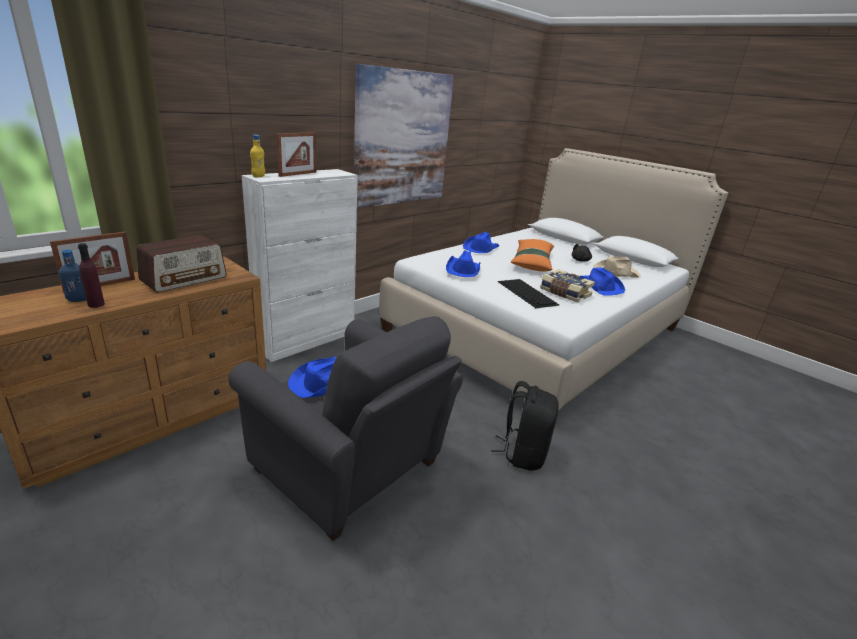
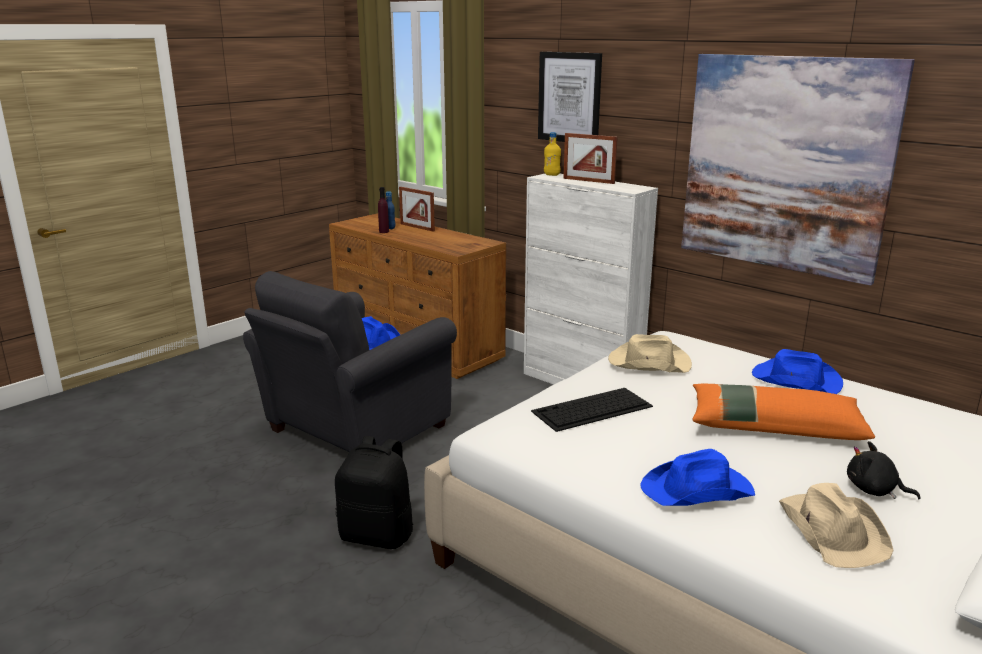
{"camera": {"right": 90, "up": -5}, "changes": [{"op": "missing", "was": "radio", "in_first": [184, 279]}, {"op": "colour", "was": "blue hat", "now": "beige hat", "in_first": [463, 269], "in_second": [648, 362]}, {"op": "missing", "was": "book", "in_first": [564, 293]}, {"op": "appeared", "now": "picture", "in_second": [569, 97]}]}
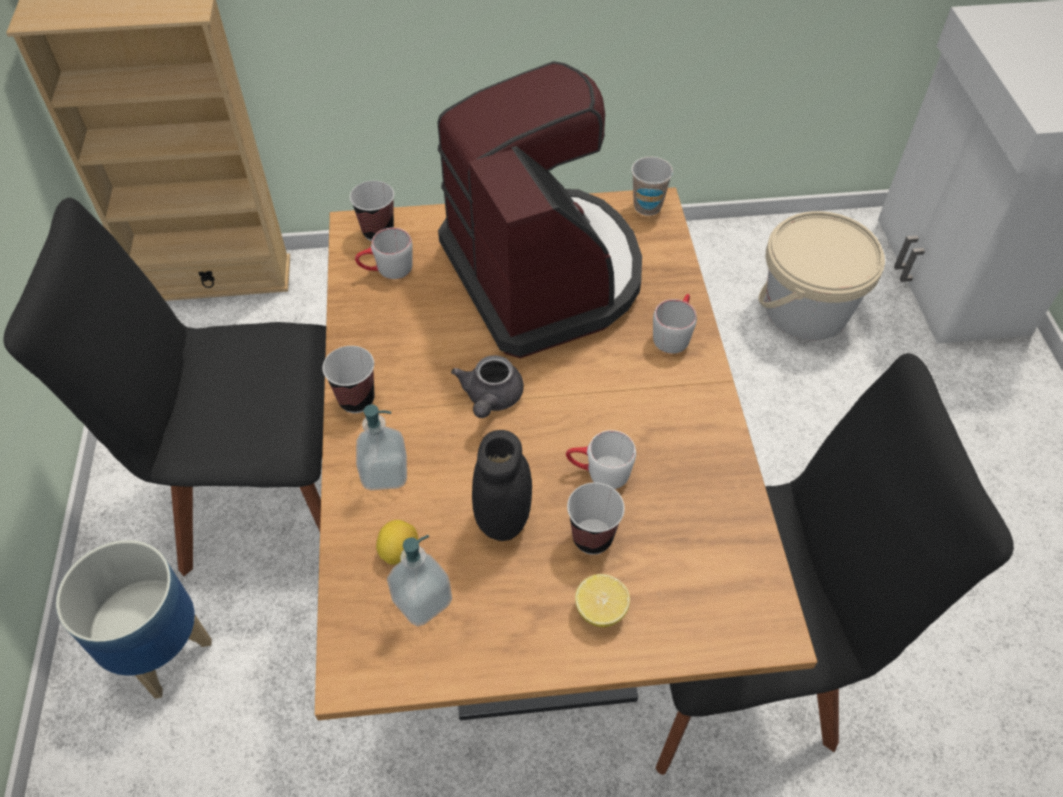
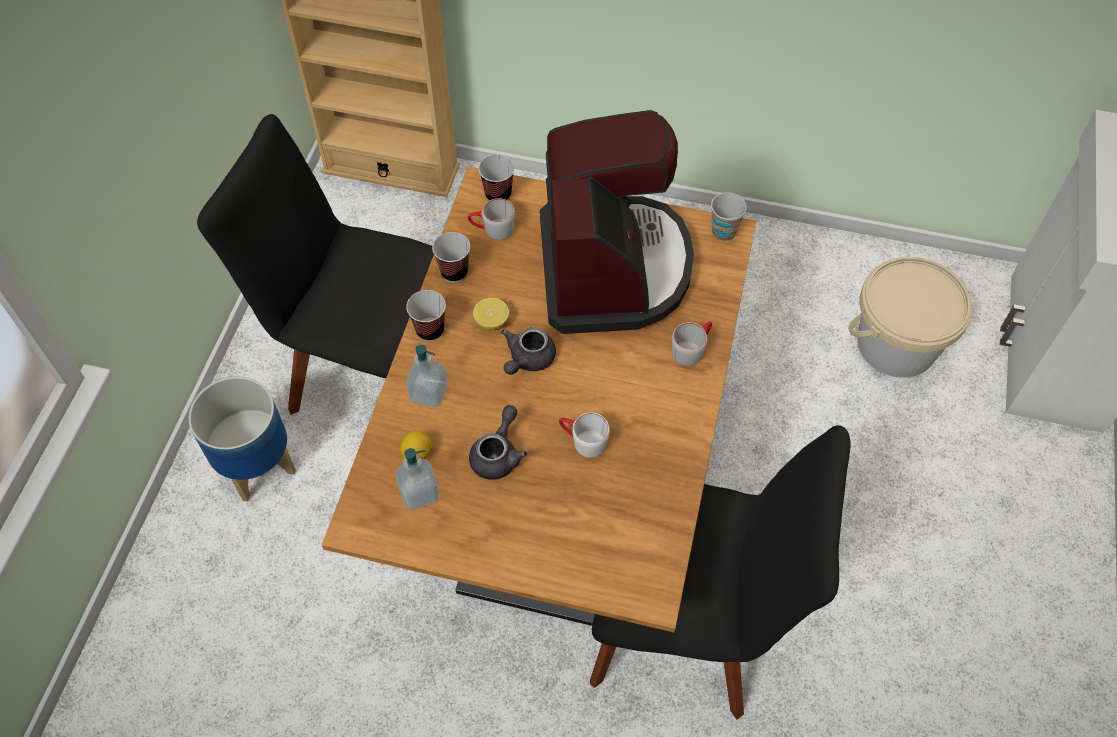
{"camera": {"right": 20, "up": 5}, "changes": [{"op": "exchanged", "was": "black jar", "now": "grey teapot", "in_first": [503, 520], "in_second": [498, 454]}, {"op": "relocated", "was": "cup", "in_first": [592, 538], "in_second": [454, 272]}, {"op": "relocated", "was": "lemon", "in_first": [601, 609], "in_second": [491, 321]}]}
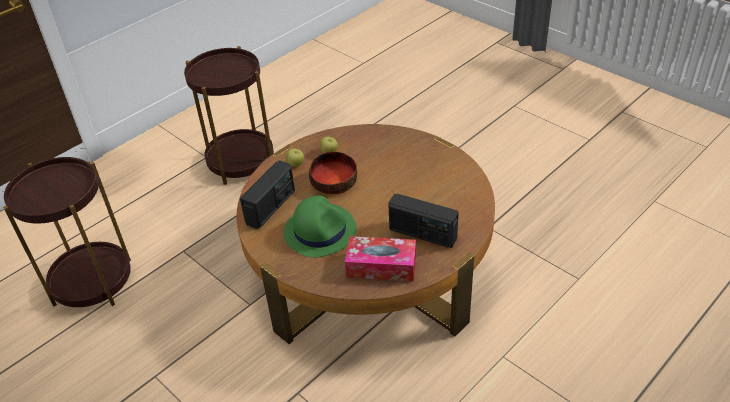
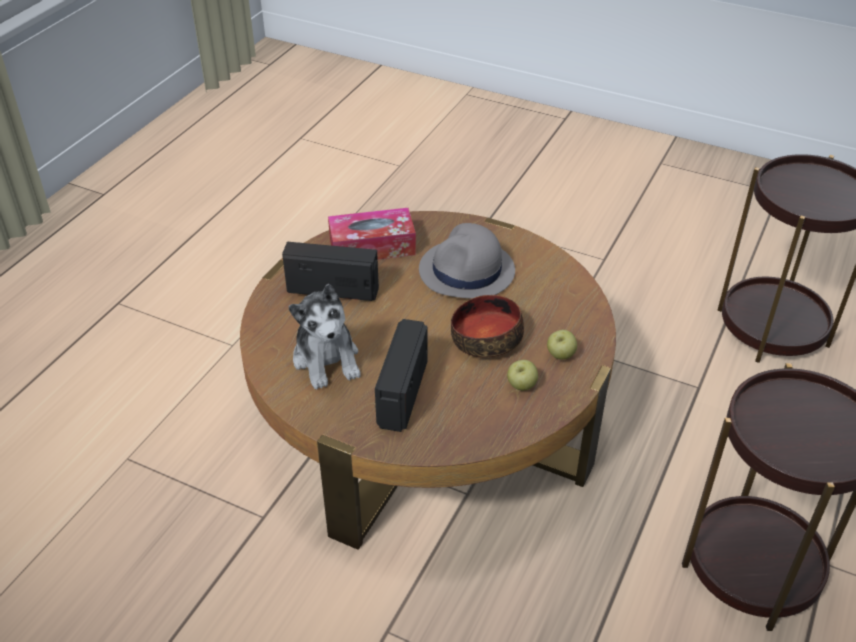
{"camera": {"right": 160, "up": 0}, "changes": [{"op": "relocated", "was": "radio", "in_first": [271, 207], "in_second": [401, 393]}, {"op": "colour", "was": "green hat", "now": "grey hat", "in_first": [320, 230], "in_second": [467, 271]}, {"op": "appeared", "now": "plush toy", "in_second": [327, 359]}]}
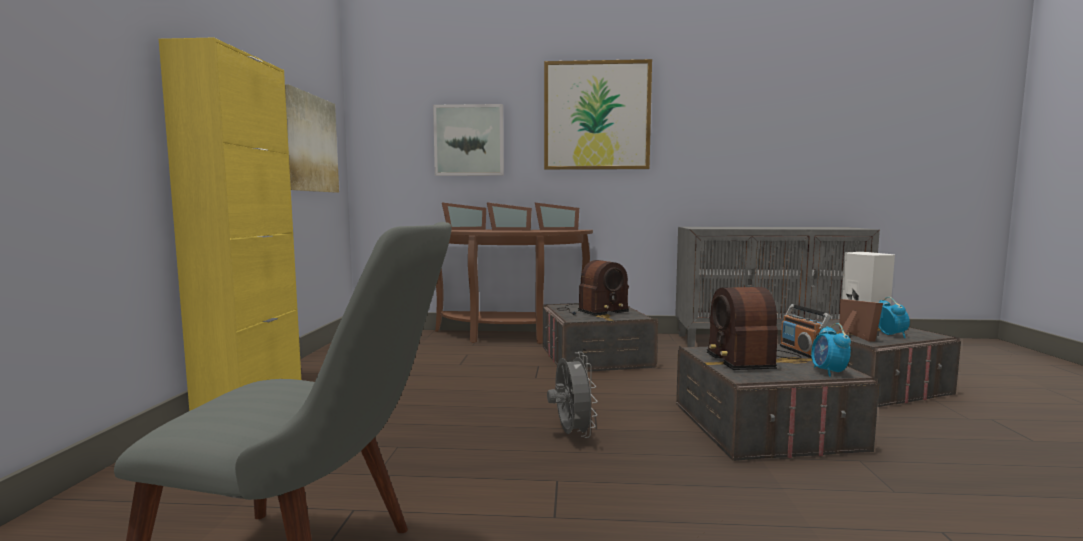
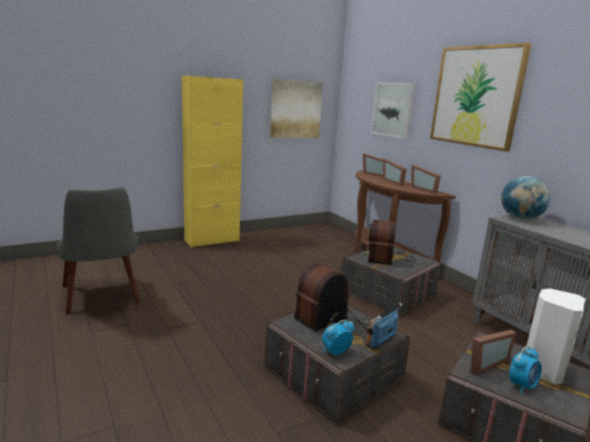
{"camera": {"right": 55, "up": 10}, "changes": [{"op": "spun", "was": "radio", "in_first": [591, 311], "in_second": [388, 258], "clockwise": 75}, {"op": "missing", "was": "grey fan", "in_first": [571, 434]}, {"op": "appeared", "now": "globe", "in_second": [520, 218]}]}
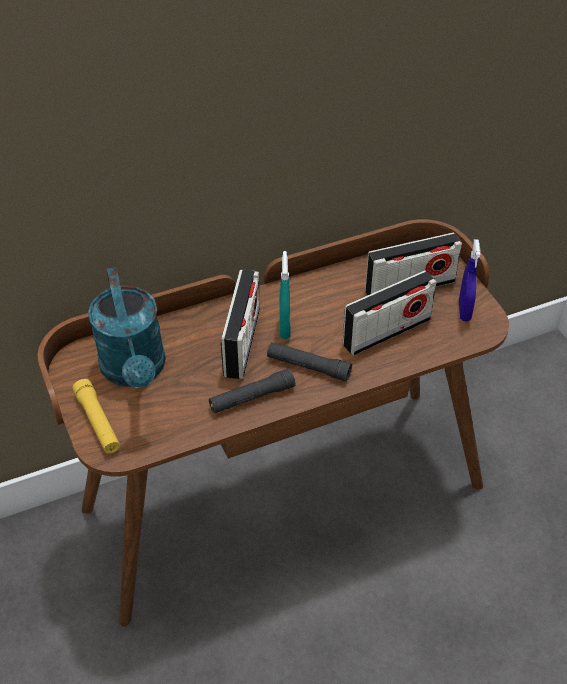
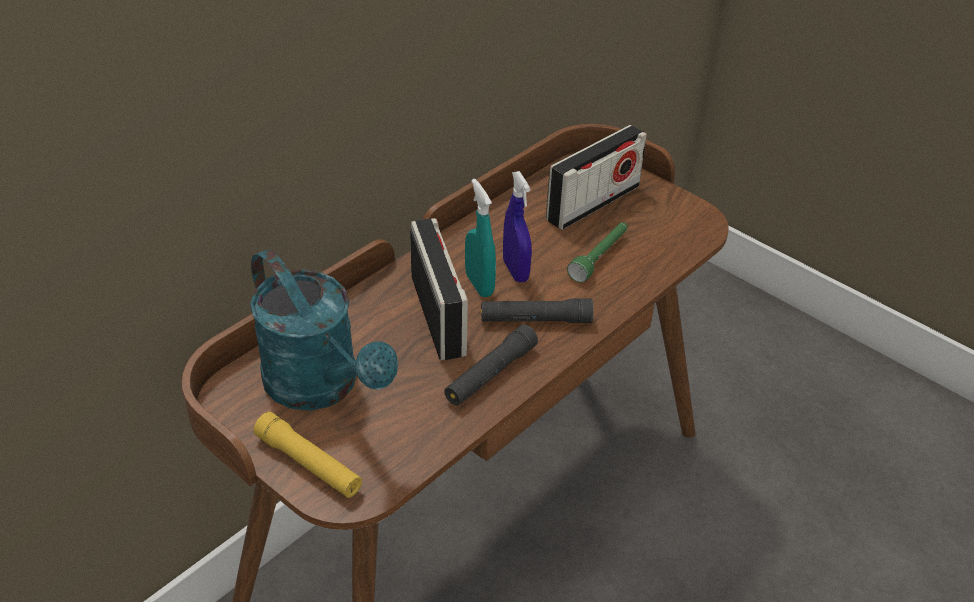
{"camera": {"right": -25, "up": -5}, "changes": [{"op": "relocated", "was": "blue spray bottle", "in_first": [464, 311], "in_second": [515, 271]}, {"op": "exchanged", "was": "radio", "now": "green flashlight", "in_first": [386, 332], "in_second": [600, 257]}]}
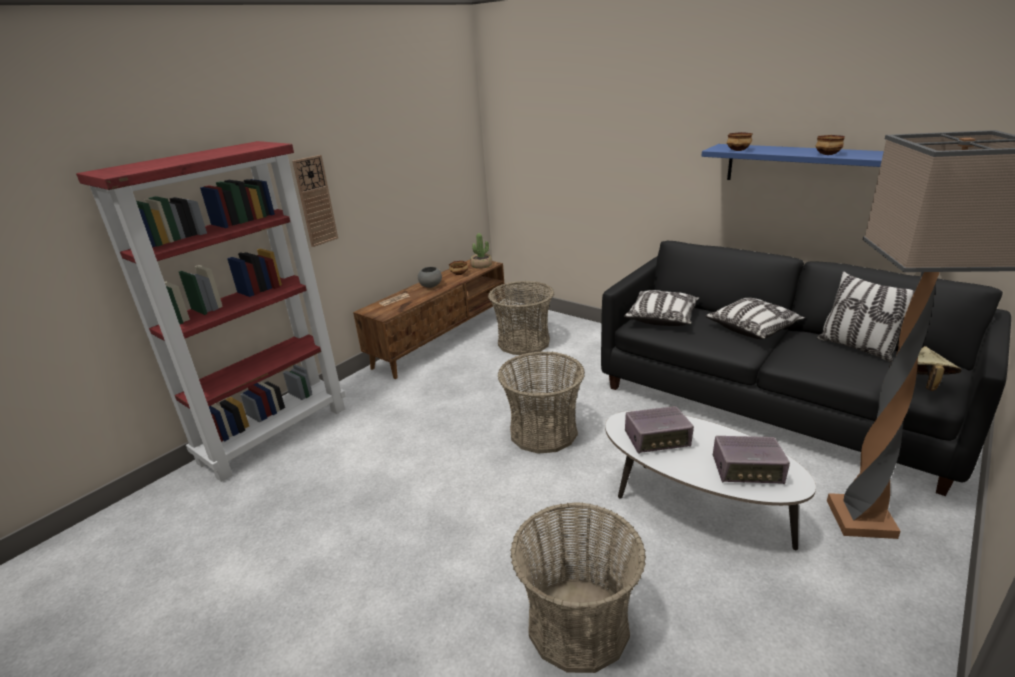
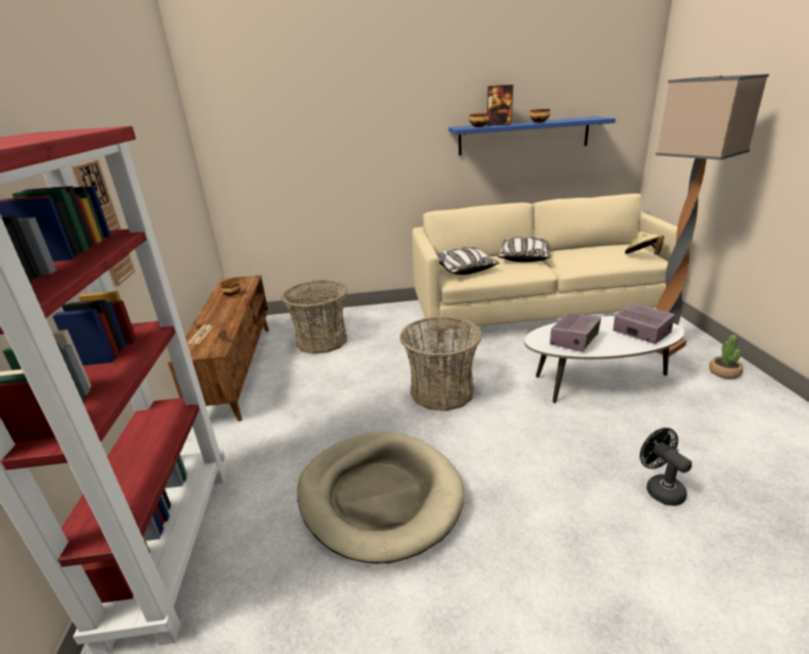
{"camera": {"right": -45, "up": 0}, "changes": [{"op": "relocated", "was": "potted plant", "in_first": [481, 265], "in_second": [724, 372]}, {"op": "colour", "was": "black sofa", "now": "beige sofa", "in_first": [772, 403], "in_second": [537, 310]}, {"op": "missing", "was": "grey bowl", "in_first": [430, 286]}, {"op": "missing", "was": "pillow", "in_first": [857, 347]}, {"op": "spun", "was": "radio", "in_first": [747, 470], "in_second": [641, 332], "clockwise": -90}, {"op": "exchanged", "was": "basket", "now": "black fan", "in_first": [578, 625], "in_second": [659, 488]}, {"op": "appeared", "now": "picture frame", "in_second": [499, 124]}, {"op": "appeared", "now": "beige dog bed", "in_second": [379, 496]}]}
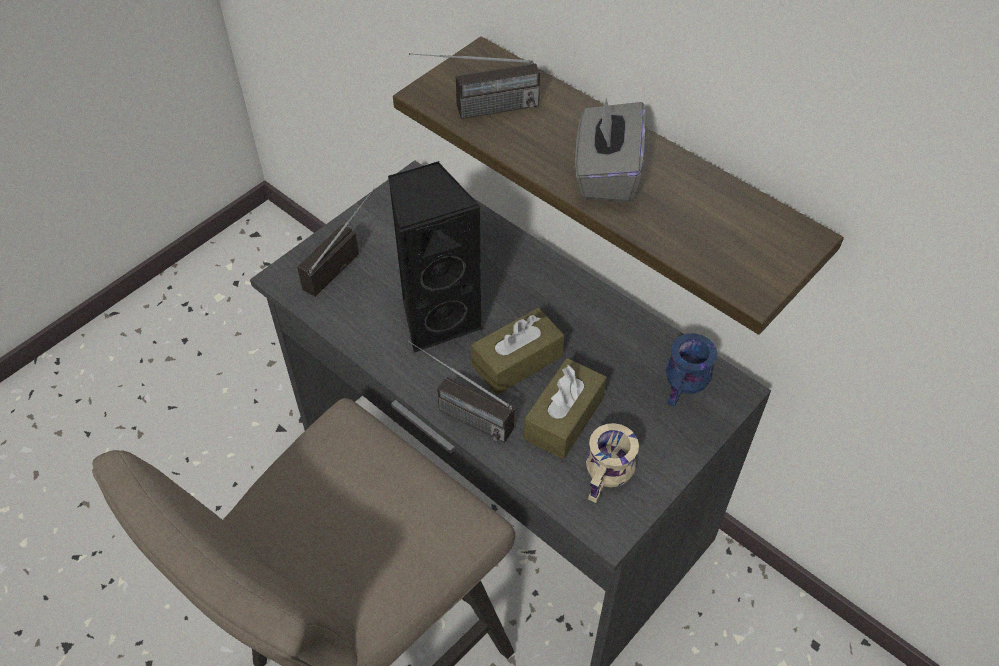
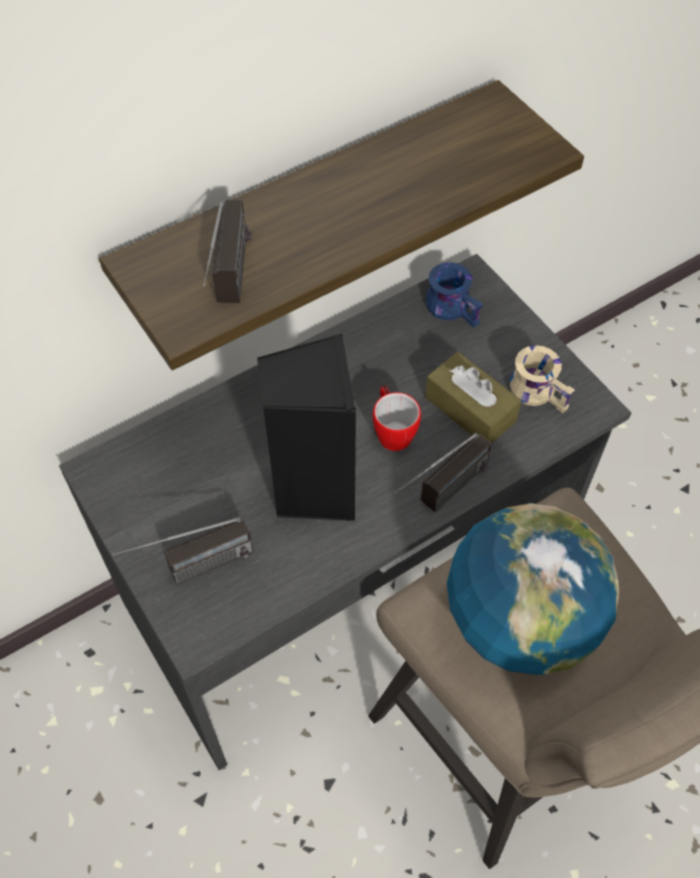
{"camera": {"right": -75, "up": 5}, "changes": [{"op": "missing", "was": "grey tissue box", "in_first": [606, 174]}, {"op": "spun", "was": "radio", "in_first": [341, 259], "in_second": [191, 571], "clockwise": -75}, {"op": "exchanged", "was": "brown tissue box", "now": "mug", "in_first": [517, 361], "in_second": [392, 431]}, {"op": "appeared", "now": "globe", "in_second": [519, 621]}]}
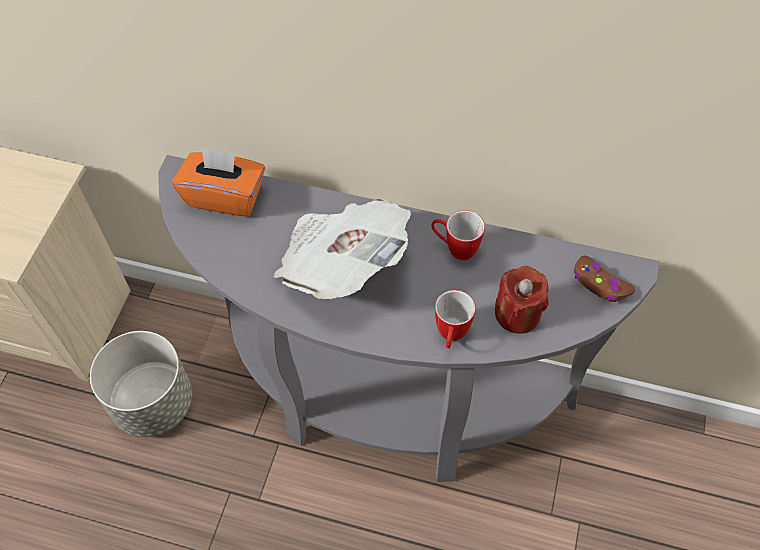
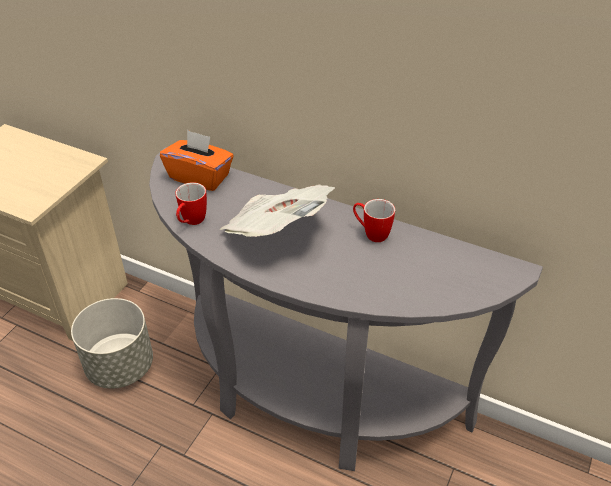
{"camera": {"right": 10, "up": -15}, "changes": [{"op": "missing", "was": "brown game controller", "in_first": [600, 284]}, {"op": "missing", "was": "red candle", "in_first": [517, 314]}, {"op": "relocated", "was": "mug", "in_first": [451, 336], "in_second": [191, 222]}]}
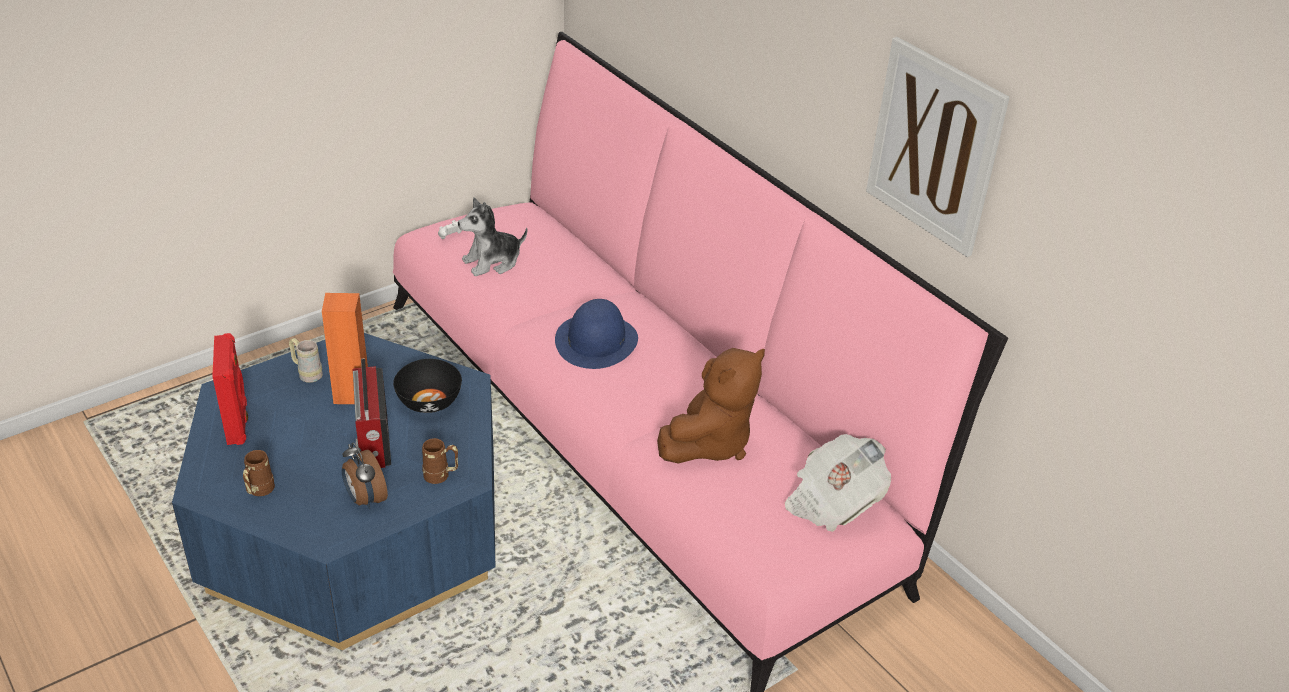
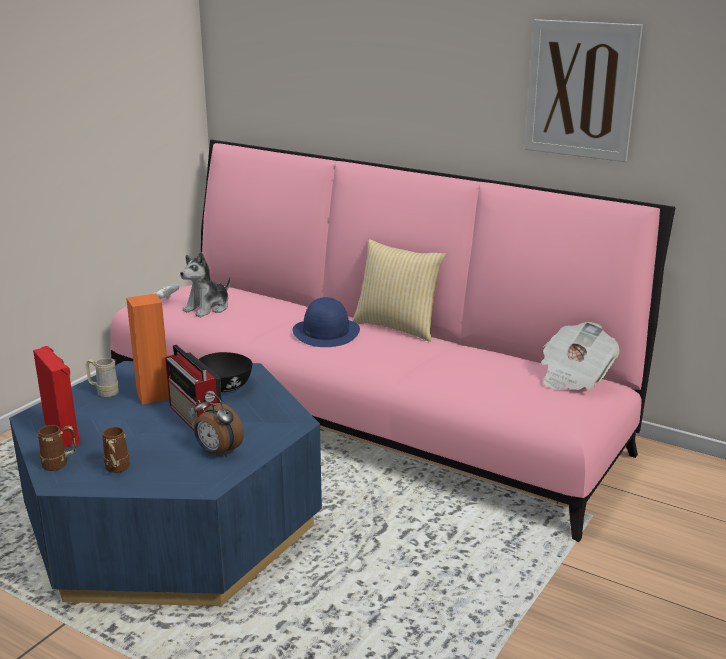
{"camera": {"right": -20, "up": -15}, "changes": [{"op": "missing", "was": "brown plush toy", "in_first": [709, 442]}, {"op": "relocated", "was": "brown mug", "in_first": [441, 476], "in_second": [60, 464]}, {"op": "appeared", "now": "pillow", "in_second": [398, 327]}]}
